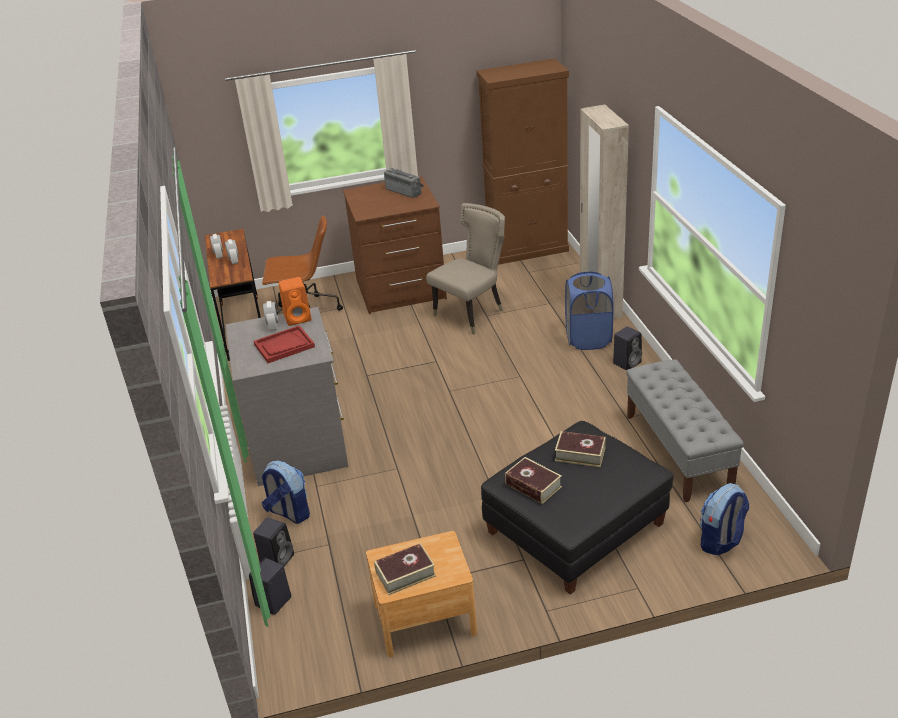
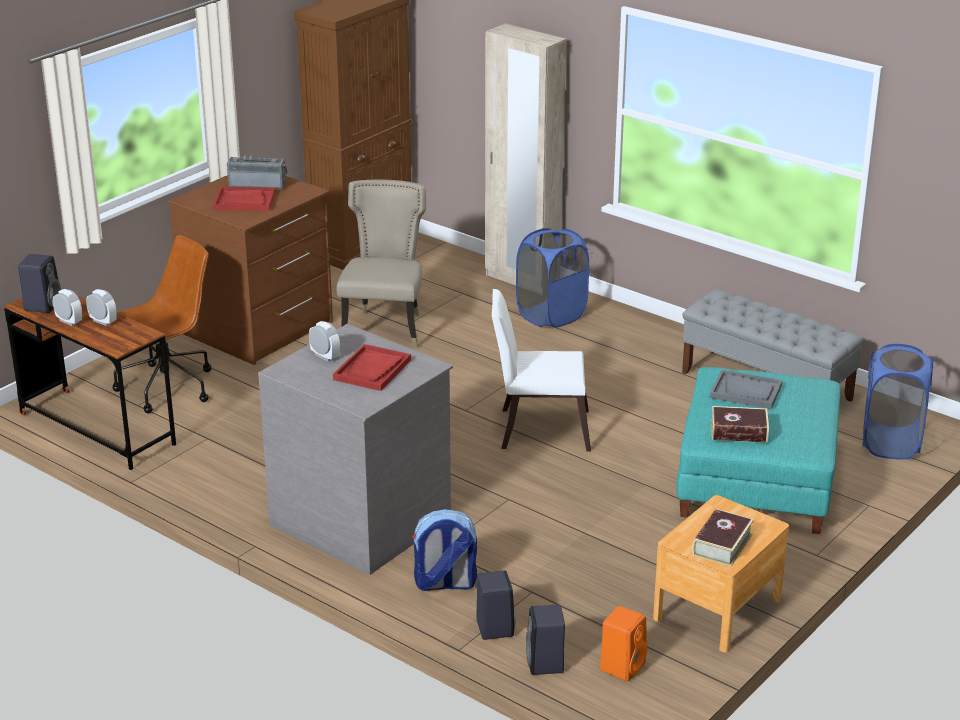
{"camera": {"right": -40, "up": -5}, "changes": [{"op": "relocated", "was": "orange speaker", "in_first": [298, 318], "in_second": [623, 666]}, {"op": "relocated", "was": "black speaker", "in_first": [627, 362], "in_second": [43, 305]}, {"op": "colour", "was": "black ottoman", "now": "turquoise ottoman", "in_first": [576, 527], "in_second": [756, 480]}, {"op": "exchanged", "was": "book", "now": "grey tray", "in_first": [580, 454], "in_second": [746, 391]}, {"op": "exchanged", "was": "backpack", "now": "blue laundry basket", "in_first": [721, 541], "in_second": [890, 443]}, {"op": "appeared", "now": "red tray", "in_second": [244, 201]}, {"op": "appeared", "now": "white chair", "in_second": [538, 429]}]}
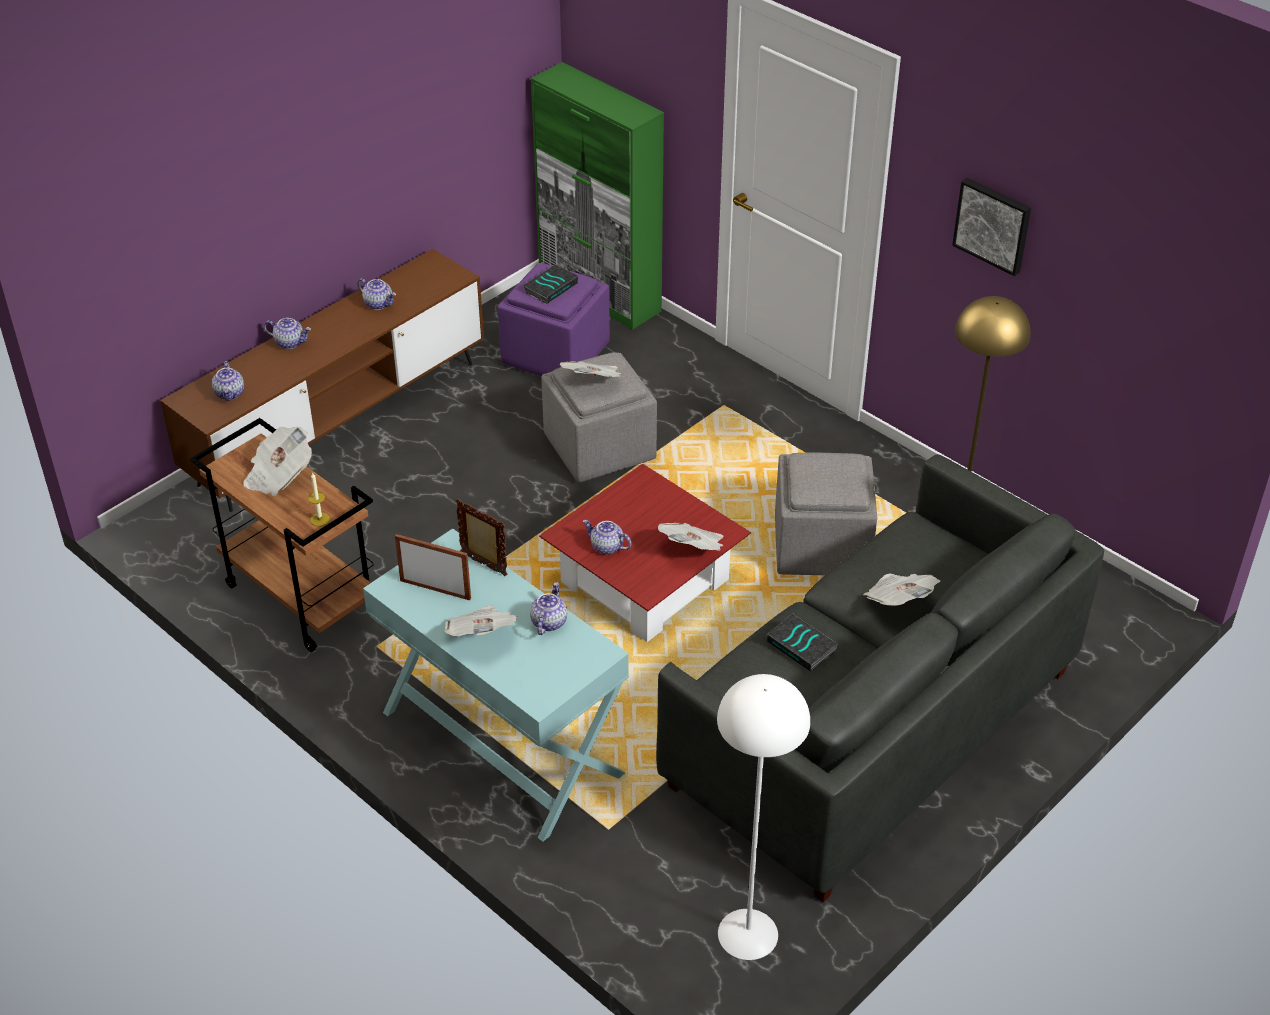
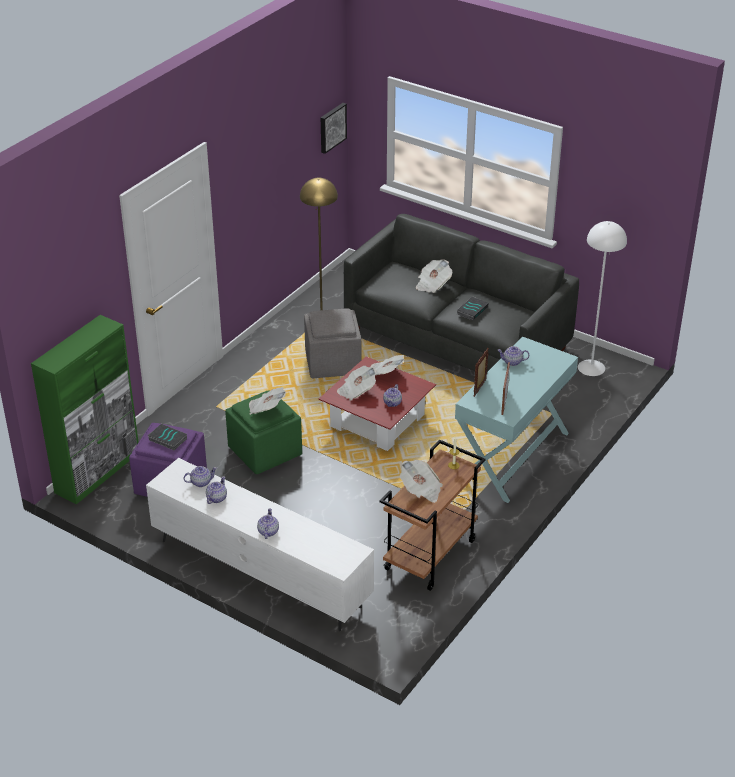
{"camera": {"right": -100, "up": -5}, "changes": [{"op": "relocated", "was": "picture", "in_first": [993, 225], "in_second": [332, 127]}, {"op": "colour", "was": "brown tv stand", "now": "white tv stand", "in_first": [339, 424], "in_second": [261, 573]}, {"op": "colour", "was": "grey ottoman", "now": "green ottoman", "in_first": [601, 448], "in_second": [265, 451]}, {"op": "relocated", "was": "teapot", "in_first": [230, 393], "in_second": [201, 482]}, {"op": "relocated", "was": "newspaper", "in_first": [482, 635], "in_second": [356, 391]}]}
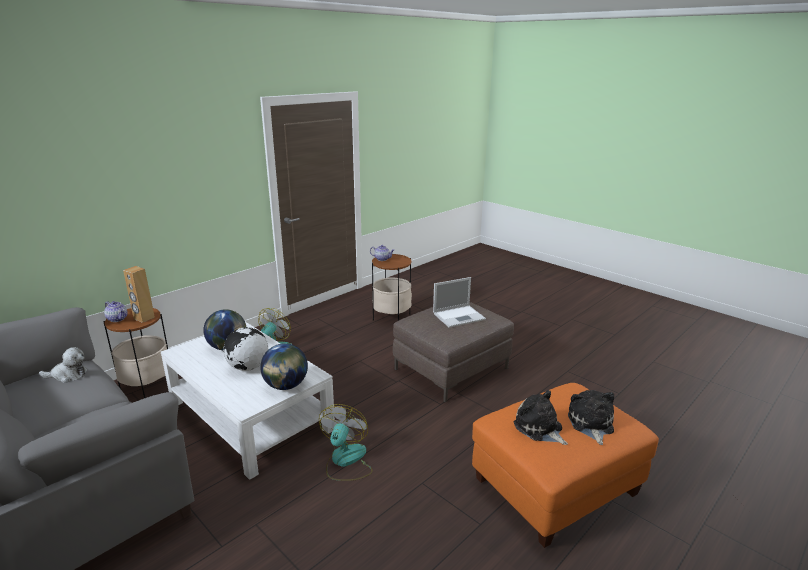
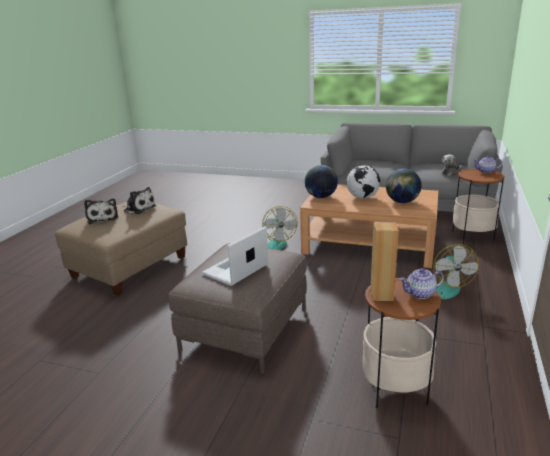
{"camera": {"right": 155, "up": 0}, "changes": [{"op": "relocated", "was": "brown speaker", "in_first": [144, 318], "in_second": [381, 295]}, {"op": "colour", "was": "white coffee table", "now": "brown coffee table", "in_first": [249, 415], "in_second": [370, 244]}, {"op": "colour", "was": "orange ottoman", "now": "beige ottoman", "in_first": [555, 488], "in_second": [130, 267]}]}
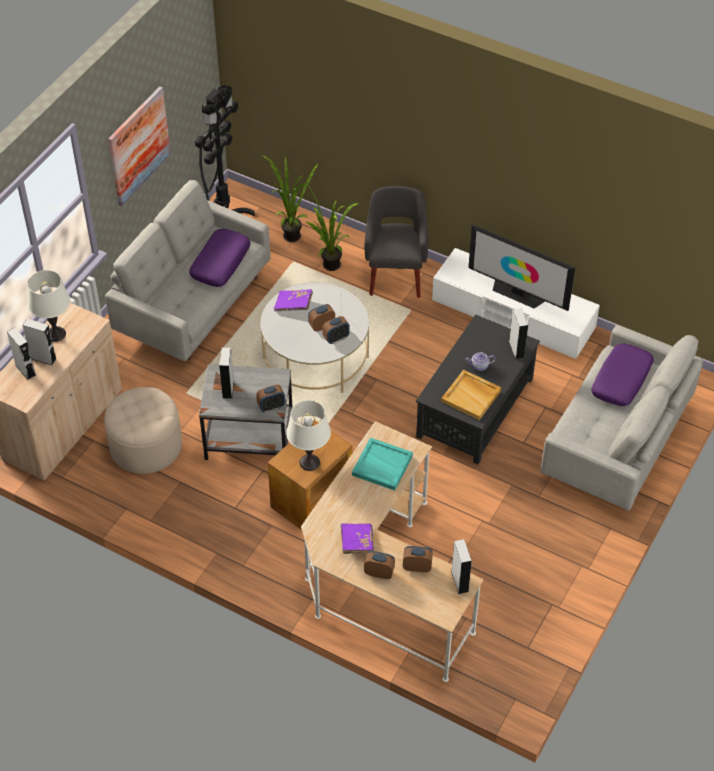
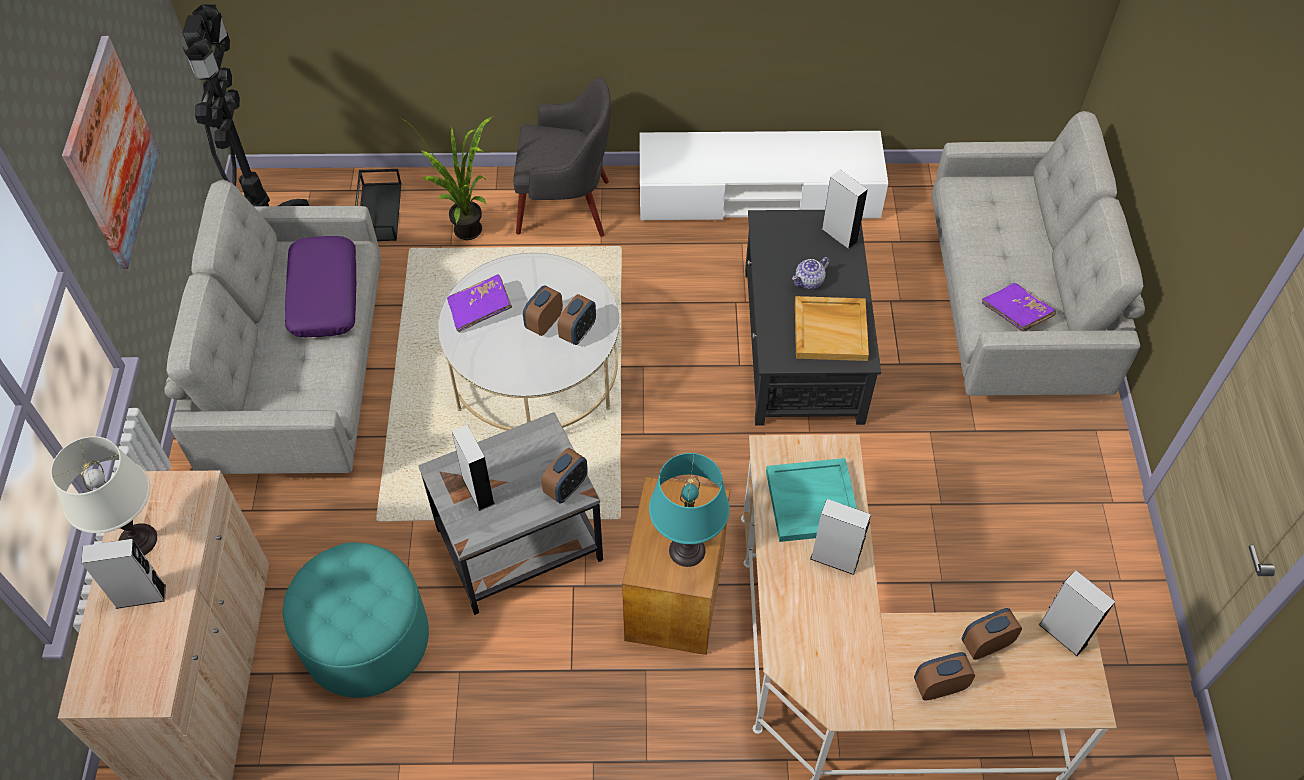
{"camera": {"right": -30, "up": 5}, "changes": [{"op": "exchanged", "was": "potted plant", "now": "black tray", "in_first": [289, 234], "in_second": [378, 211]}, {"op": "spun", "was": "grey armchair", "in_first": [395, 274], "in_second": [565, 206], "clockwise": 120}, {"op": "missing", "was": "television", "in_first": [518, 293]}, {"op": "relocated", "was": "grey speaker", "in_first": [25, 370], "in_second": [834, 559]}, {"op": "missing", "was": "purple pillow", "in_first": [621, 380]}, {"op": "colour", "was": "beige ottoman", "now": "turquoise ottoman", "in_first": [146, 446], "in_second": [366, 639]}, {"op": "colour", "was": "white table lamp", "now": "turquoise table lamp", "in_first": [309, 462], "in_second": [687, 550]}, {"op": "relocated", "was": "purple book", "in_first": [357, 543], "in_second": [1016, 314]}]}
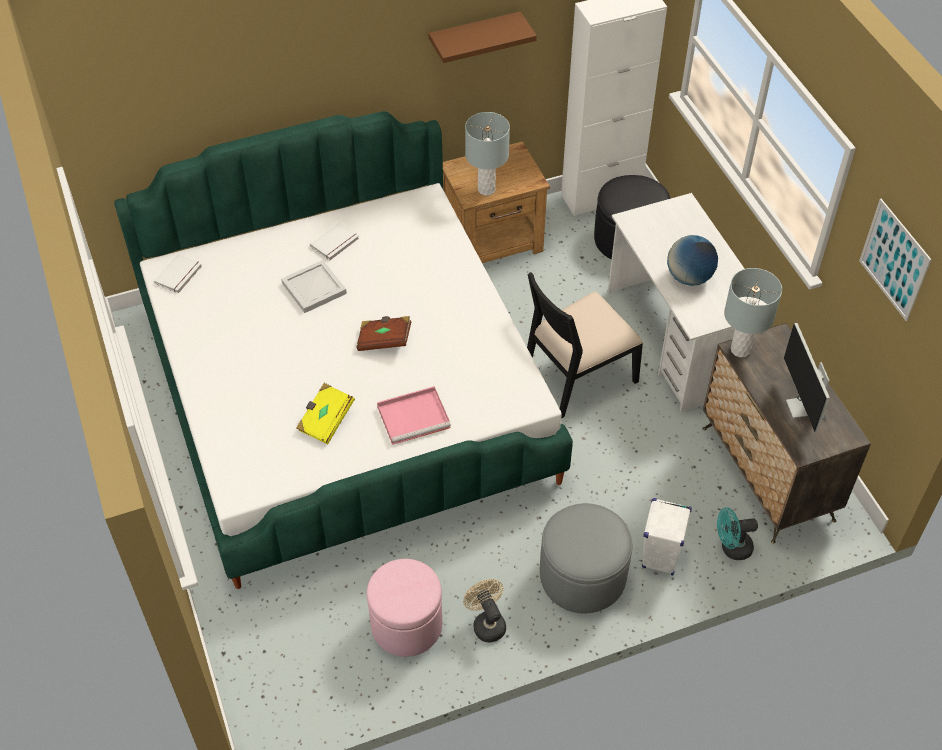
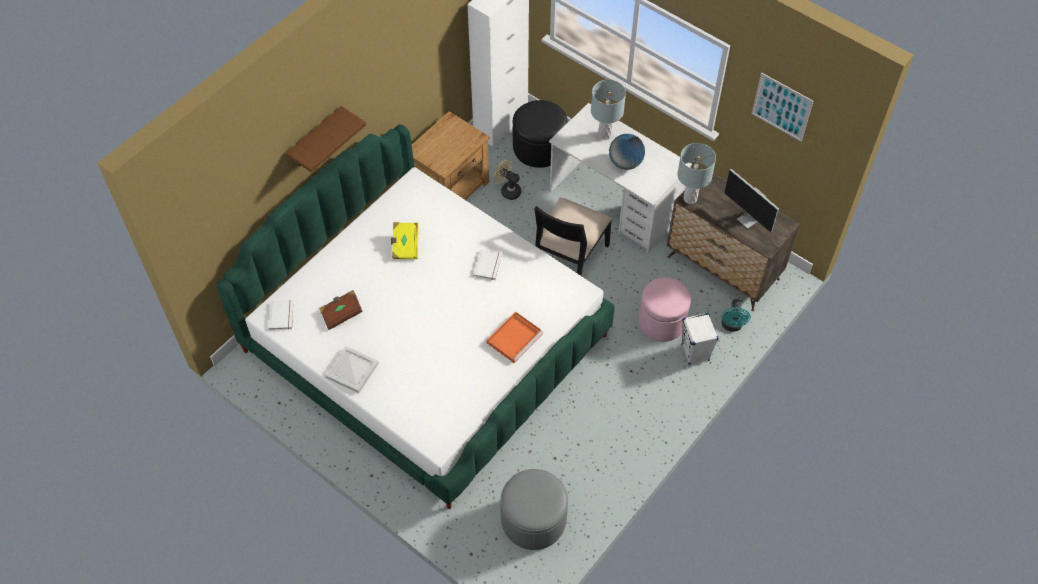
{"camera": {"right": -30, "up": 5}, "changes": [{"op": "relocated", "was": "brown shelf", "in_first": [474, 38], "in_second": [316, 139]}, {"op": "relocated", "was": "grey table lamp", "in_first": [486, 189], "in_second": [604, 135]}, {"op": "relocated", "was": "white book", "in_first": [335, 243], "in_second": [488, 265]}, {"op": "relocated", "was": "white tray", "in_first": [315, 288], "in_second": [353, 370]}, {"op": "relocated", "was": "brown book", "in_first": [384, 340], "in_second": [341, 314]}, {"op": "relocated", "was": "yellow book", "in_first": [325, 420], "in_second": [405, 245]}, {"op": "colour", "was": "pink tray", "now": "orange tray", "in_first": [415, 416], "in_second": [515, 337]}, {"op": "relocated", "was": "grey ottoman", "in_first": [582, 575], "in_second": [533, 519]}, {"op": "spun", "was": "turquoise fan", "in_first": [731, 548], "in_second": [732, 326], "clockwise": -45}, {"op": "relocated", "was": "pink ottoman", "in_first": [406, 625], "in_second": [661, 322]}, {"op": "relocated", "was": "beige fan", "in_first": [486, 623], "in_second": [508, 190]}]}
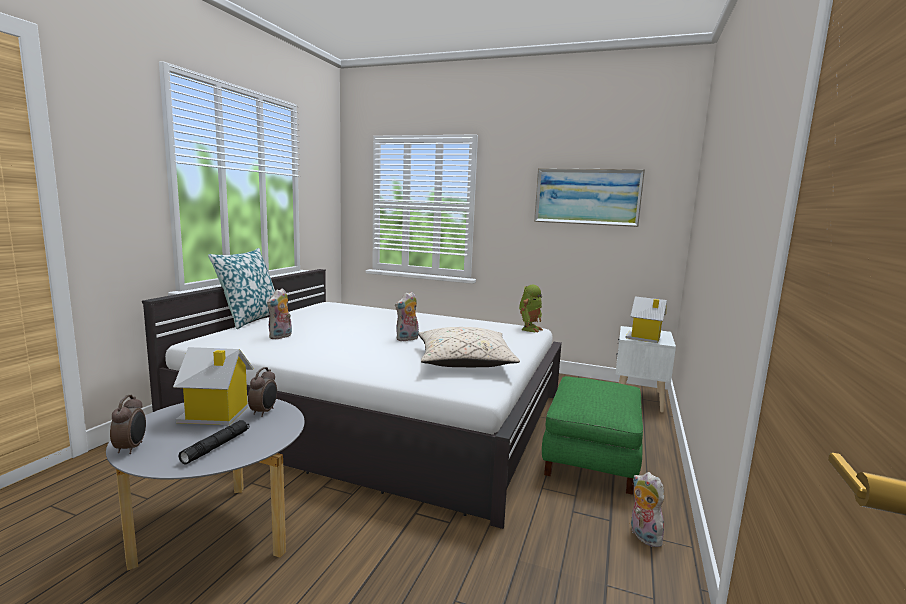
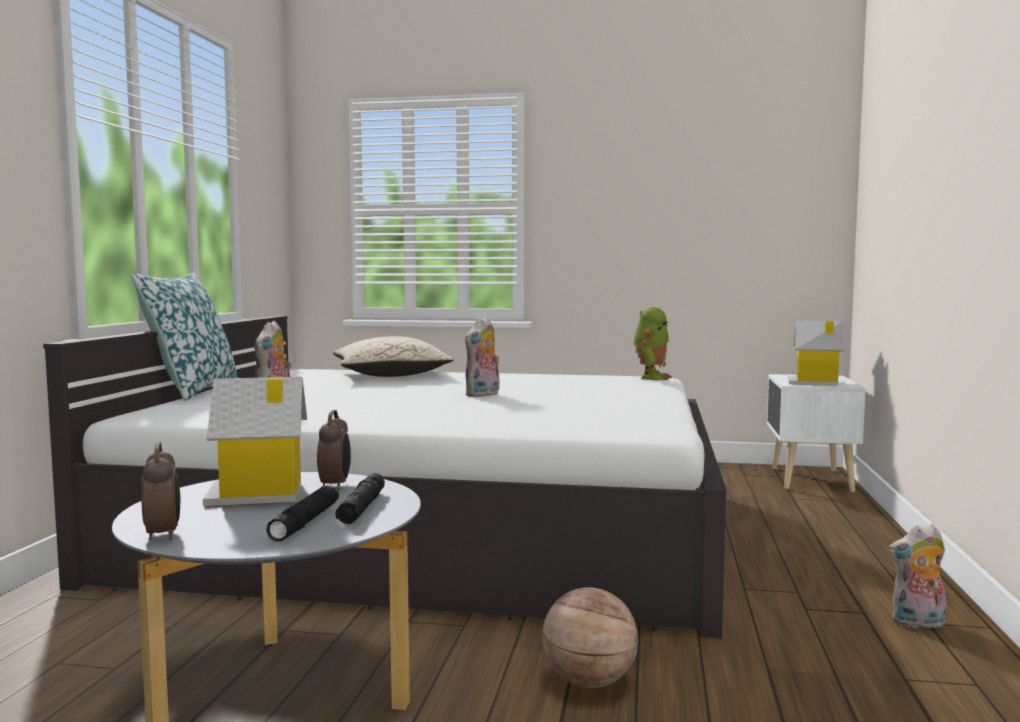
{"camera": {"right": -10, "up": -5}, "changes": [{"op": "missing", "was": "picture", "in_first": [587, 196]}, {"op": "relocated", "was": "beige pillow", "in_first": [464, 362], "in_second": [391, 375]}, {"op": "missing", "was": "green ottoman", "in_first": [590, 457]}, {"op": "spun", "was": "plush toy", "in_first": [642, 535], "in_second": [918, 623], "clockwise": -60}, {"op": "appeared", "now": "black flashlight", "in_second": [362, 508]}, {"op": "appeared", "now": "basketball", "in_second": [589, 682]}]}
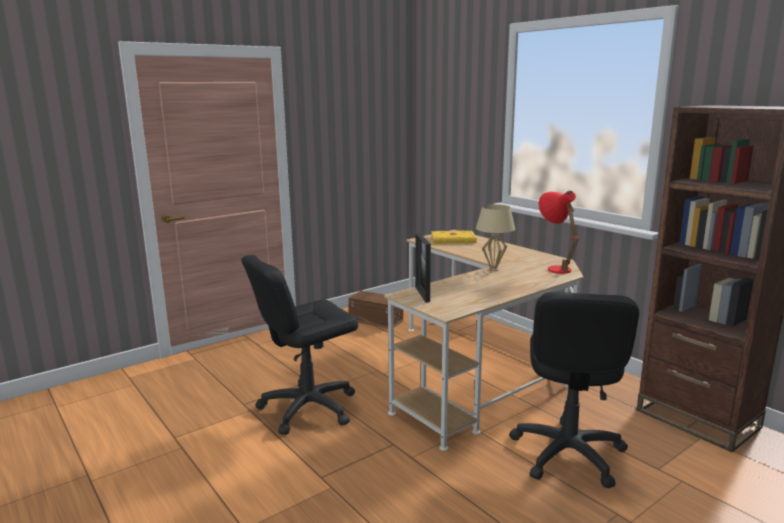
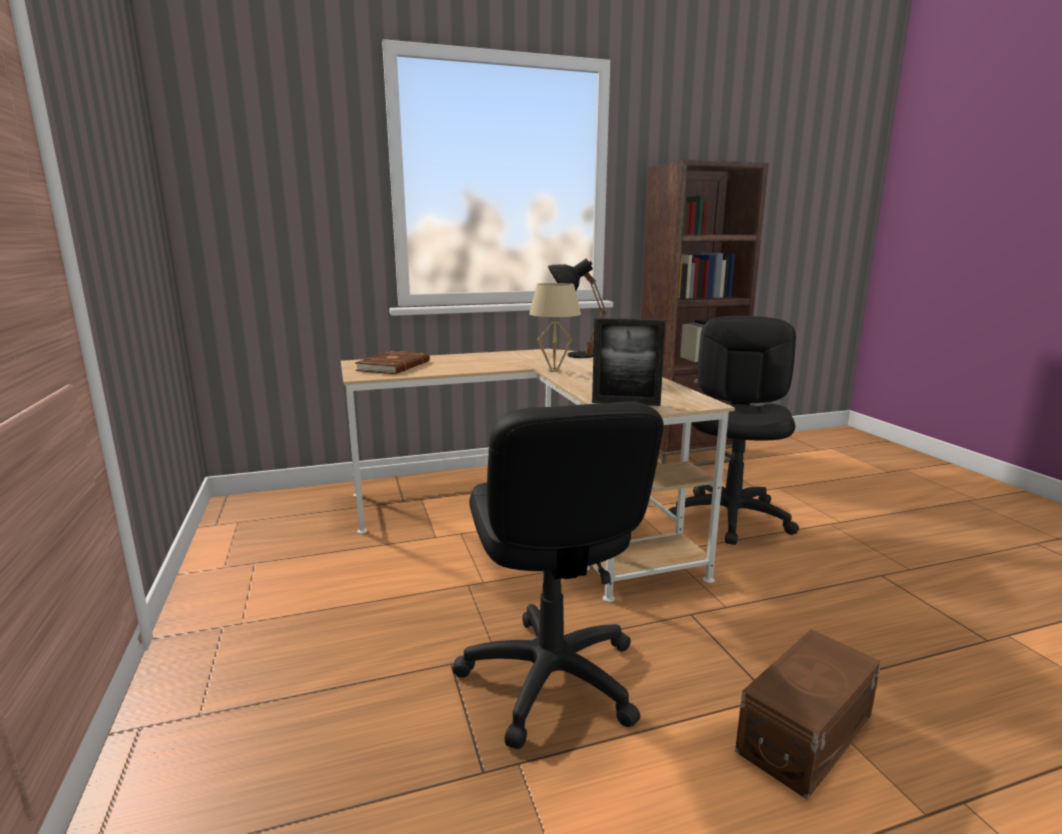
{"camera": {"right": -70, "up": 0}, "changes": [{"op": "colour", "was": "red table lamp", "now": "black table lamp", "in_first": [555, 267], "in_second": [570, 355]}, {"op": "colour", "was": "yellow book", "now": "brown book", "in_first": [453, 240], "in_second": [395, 366]}, {"op": "relocated", "was": "brown storage box", "in_first": [375, 320], "in_second": [801, 734]}, {"op": "spun", "was": "black office chair", "in_first": [567, 453], "in_second": [731, 517], "clockwise": -105}]}
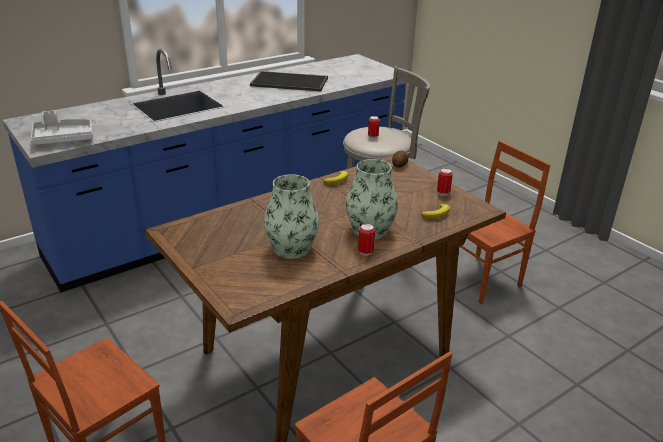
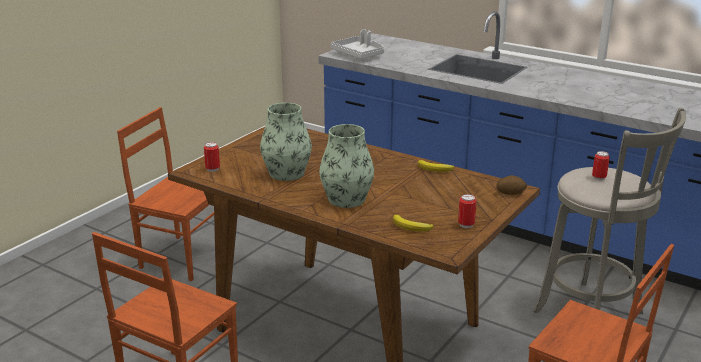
{"camera": {"right": 70, "up": -5}, "changes": [{"op": "missing", "was": "tray", "in_first": [290, 81]}, {"op": "relocated", "was": "can", "in_first": [365, 252], "in_second": [212, 169]}]}
